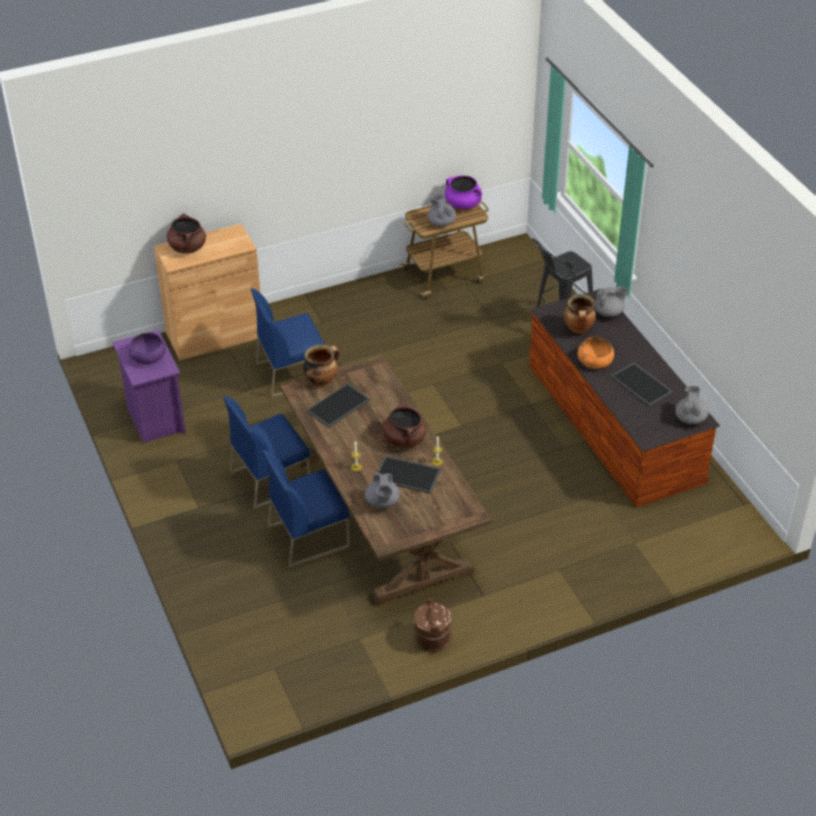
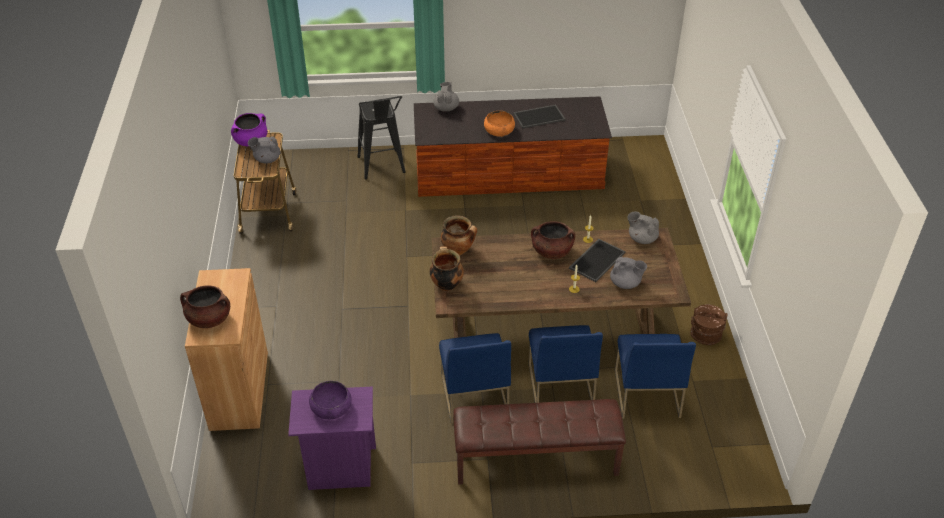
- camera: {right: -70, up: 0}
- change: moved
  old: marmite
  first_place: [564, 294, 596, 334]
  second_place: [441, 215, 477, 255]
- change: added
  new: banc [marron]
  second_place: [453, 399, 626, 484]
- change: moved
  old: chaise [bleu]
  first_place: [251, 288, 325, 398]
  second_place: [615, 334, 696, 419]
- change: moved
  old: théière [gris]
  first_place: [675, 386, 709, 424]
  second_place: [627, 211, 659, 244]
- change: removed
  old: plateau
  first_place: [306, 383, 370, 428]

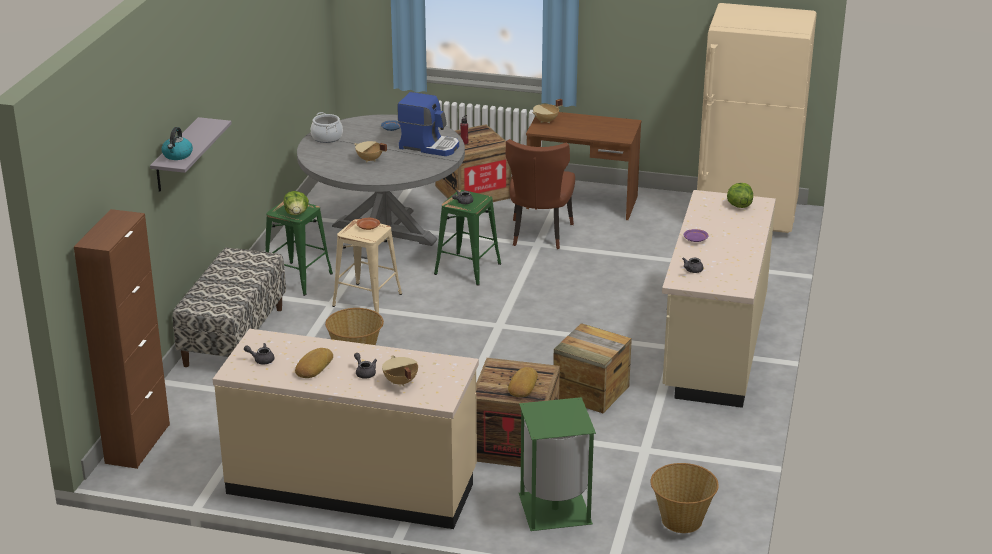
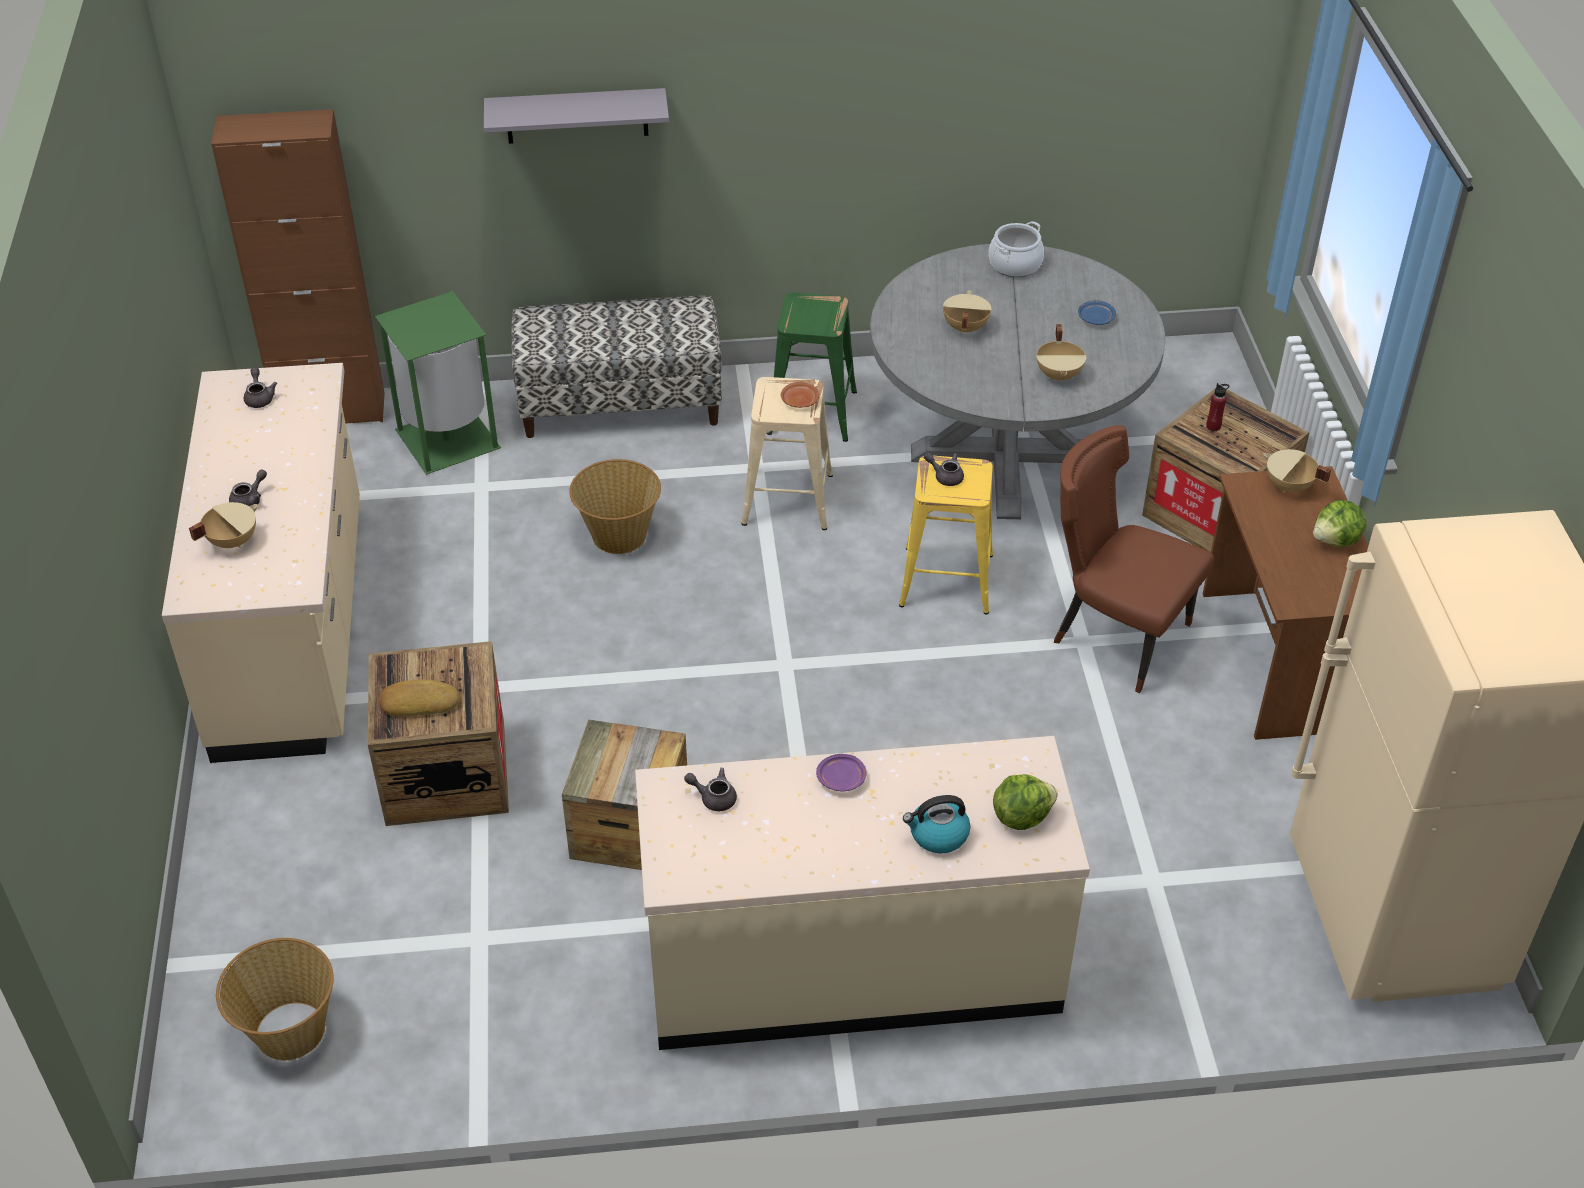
- camera: {right: 70, up: 15}
- change: moved
  old: poubelle [vert]
  first_place: [519, 397, 596, 531]
  second_place: [375, 291, 501, 475]
- change: recoloured
  old: tabouret [vert]
  new: tabouret [jaune]
  first_place: [434, 190, 501, 286]
  second_place: [899, 456, 993, 615]
- change: moved
  old: bouilloire
  first_place: [161, 127, 193, 160]
  second_place: [903, 795, 970, 854]
- change: replaced
  old: machine à café
  new: marmite [beige]
  first_place: [397, 92, 459, 156]
  second_place: [1036, 324, 1086, 383]
- change: turned
  old: chaise [marron]
  first_place: [506, 139, 575, 249]
  second_place: [1054, 425, 1214, 693]
  degrees: 45
- change: moved
  old: laitue
  first_place: [284, 191, 309, 215]
  second_place: [1313, 500, 1367, 547]
- change: removed
  old: pain
  first_place: [295, 348, 333, 378]

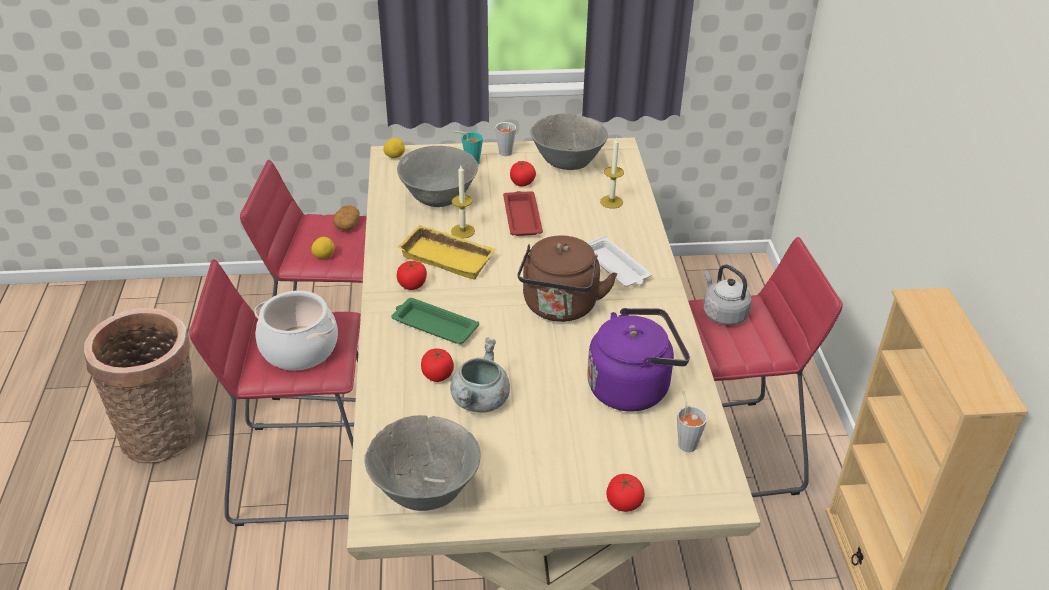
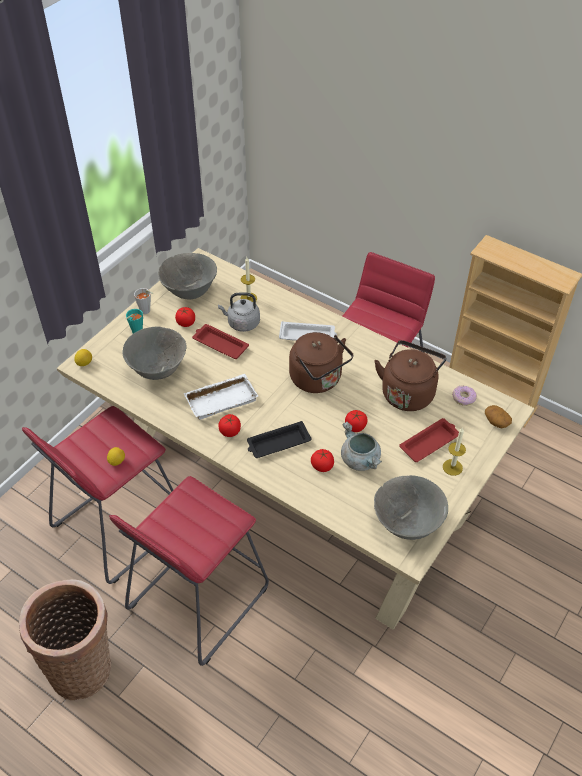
- camera: {right: -50, up: 10}
- change: recoloured
  old: plateau [jaune]
  new: plateau [blanc]
  first_place: [397, 225, 497, 279]
  second_place: [183, 374, 258, 420]
- change: moved
  old: bouilloire [gris]
  first_place: [703, 264, 752, 325]
  second_place: [218, 293, 260, 332]
- change: recoloured
  old: plateau [vert]
  new: plateau [noir]
  first_place: [391, 298, 479, 344]
  second_place: [247, 421, 312, 458]
- change: moved
  old: tomate
  first_place: [606, 474, 645, 512]
  second_place: [345, 410, 368, 432]
- change: recoloured
  old: bouilloire [violet]
  new: bouilloire [marron]
  first_place: [587, 308, 690, 412]
  second_place: [374, 340, 446, 411]
- change: added
  new: plateau [rouge]
  second_place: [399, 418, 459, 462]
- change: moved
  old: bougie
  first_place: [451, 166, 475, 239]
  second_place: [443, 427, 466, 476]
- change: replaced
  old: tasse [gris]
  new: beignet
  first_place: [677, 390, 707, 452]
  second_place: [452, 386, 477, 406]
- change: moved
  old: pomme de terre
  first_place: [333, 205, 360, 230]
  second_place: [485, 405, 512, 428]
- change: removed
  old: marmite
  first_place: [254, 290, 338, 371]

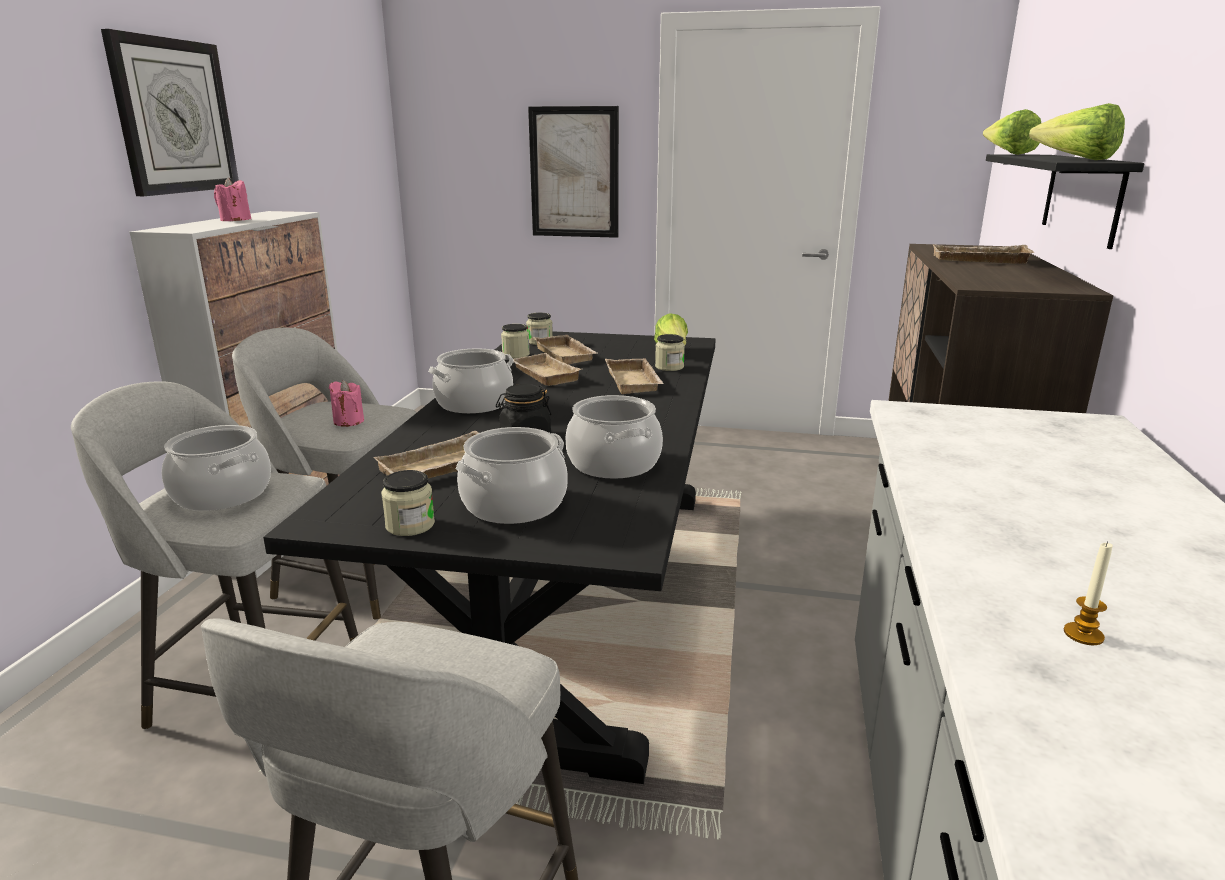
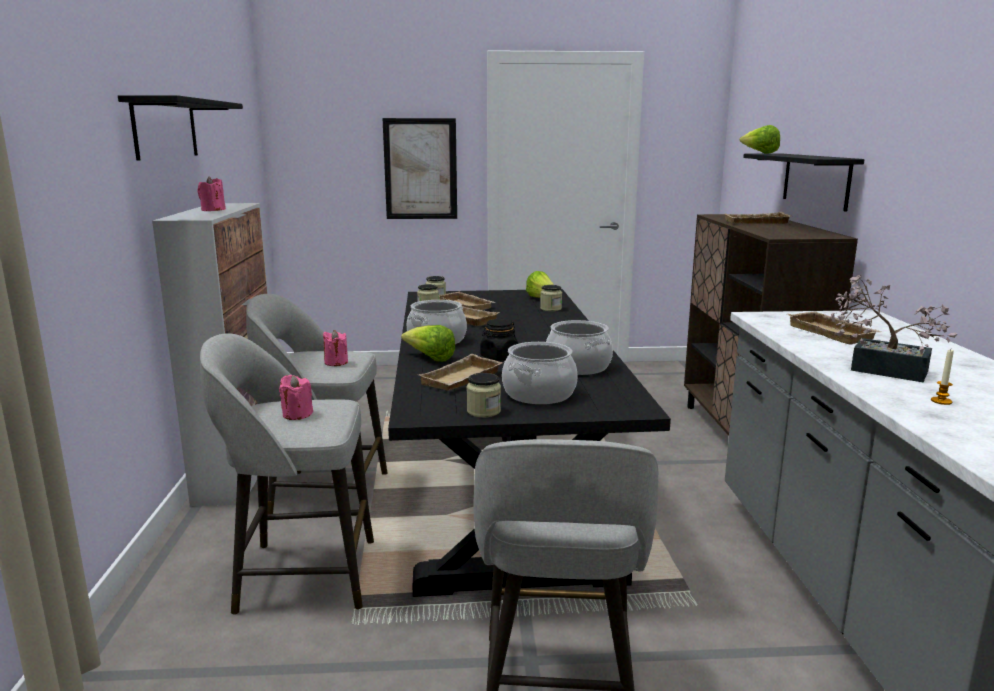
- camera: {right: -15, up: -5}
- change: replaced
  old: horloge murale
  new: étagère [noir]
  first_place: [101, 29, 239, 196]
  second_place: [118, 95, 243, 161]
- change: replaced
  old: marmite
  new: bougie [rose]
  first_place: [162, 425, 271, 511]
  second_place: [279, 375, 313, 420]
- change: moved
  old: laitue
  first_place: [1029, 103, 1125, 160]
  second_place: [401, 325, 455, 362]
- change: moved
  old: plateau [beige]
  first_place: [605, 358, 664, 394]
  second_place: [787, 311, 881, 345]
- change: added
  new: plante en pot
  second_place: [831, 275, 958, 382]

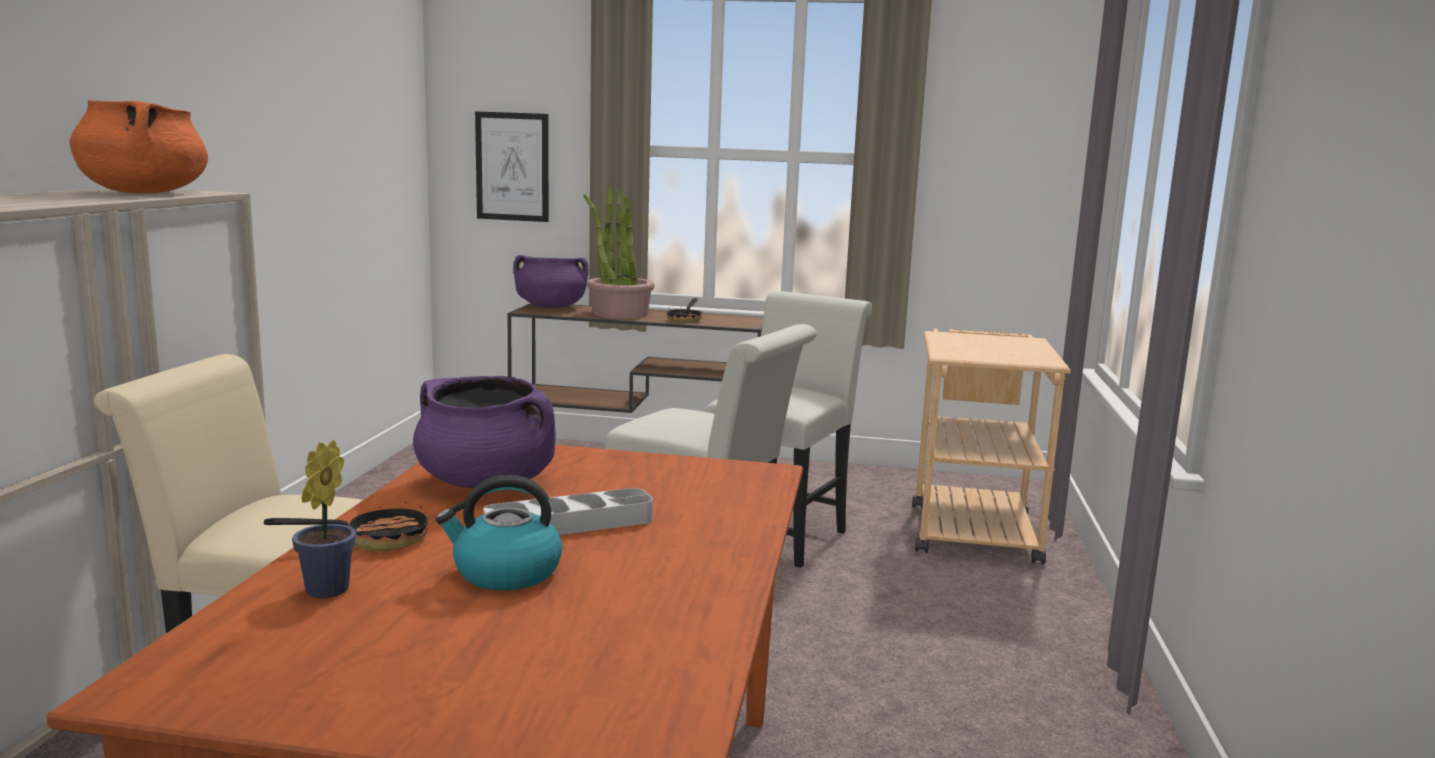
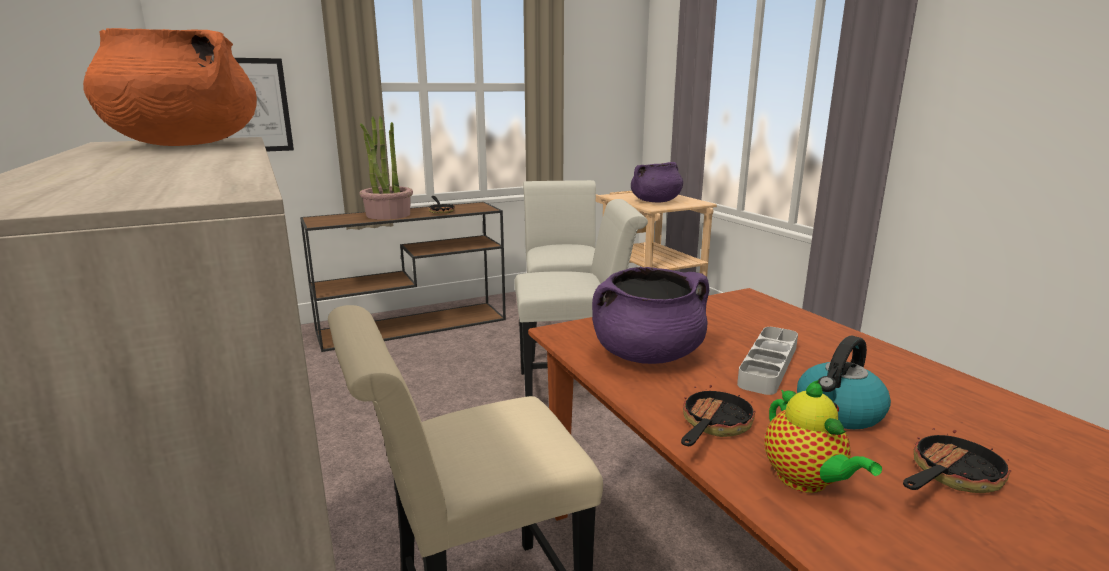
- camera: {right: -35, up: 5}
- change: moved
  old: marmite [violet]
  first_place: [513, 255, 588, 308]
  second_place: [631, 162, 683, 202]
- change: replaced
  old: plante en pot
  new: théière
  first_place: [292, 440, 356, 598]
  second_place: [764, 380, 882, 493]
- change: added
  new: poêle
  second_place: [903, 428, 1011, 493]

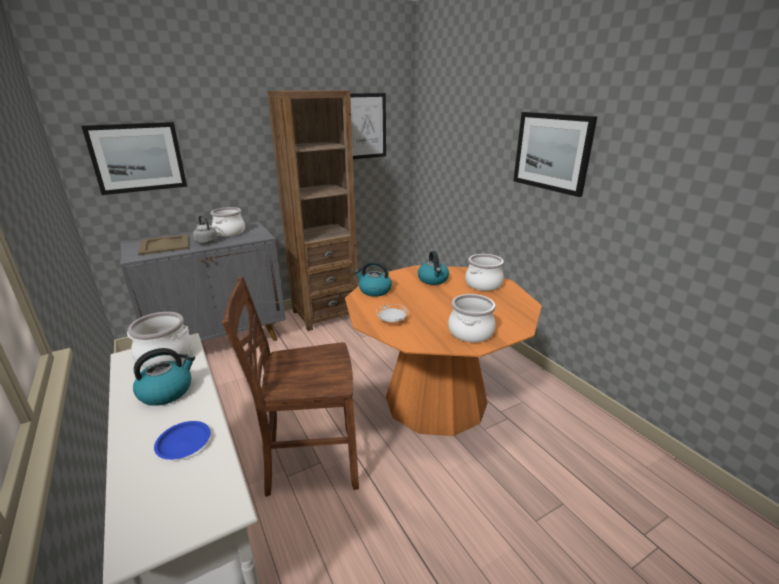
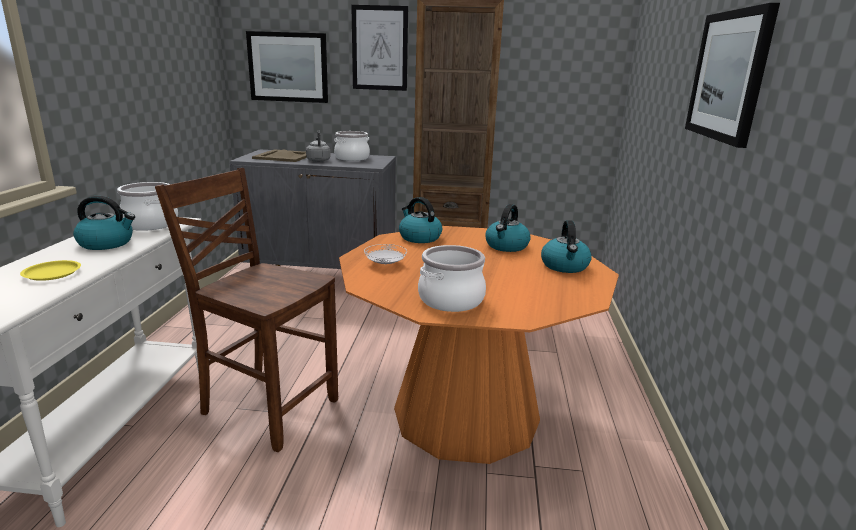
- camera: {right: 35, up: -5}
- change: recoloured
  old: assiette [bleu]
  new: assiette [jaune]
  first_place: [154, 421, 211, 460]
  second_place: [20, 260, 81, 281]
- change: moved
  old: tableau
  first_place: [350, 93, 386, 159]
  second_place: [351, 5, 408, 91]
- change: replaced
  old: marmite
  new: bouilloire
  first_place: [465, 254, 504, 291]
  second_place: [541, 220, 592, 273]

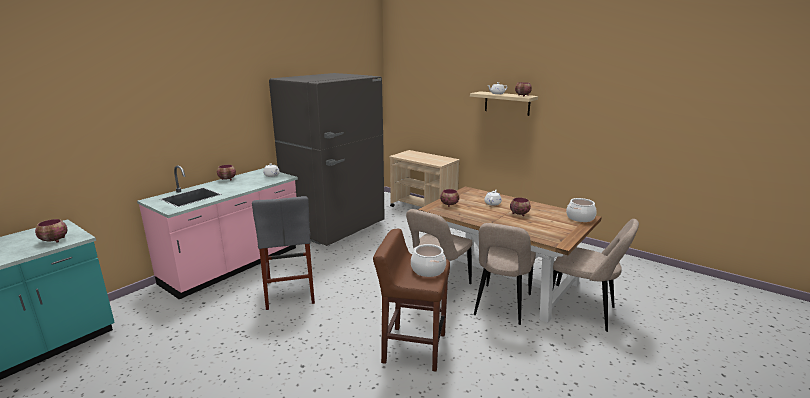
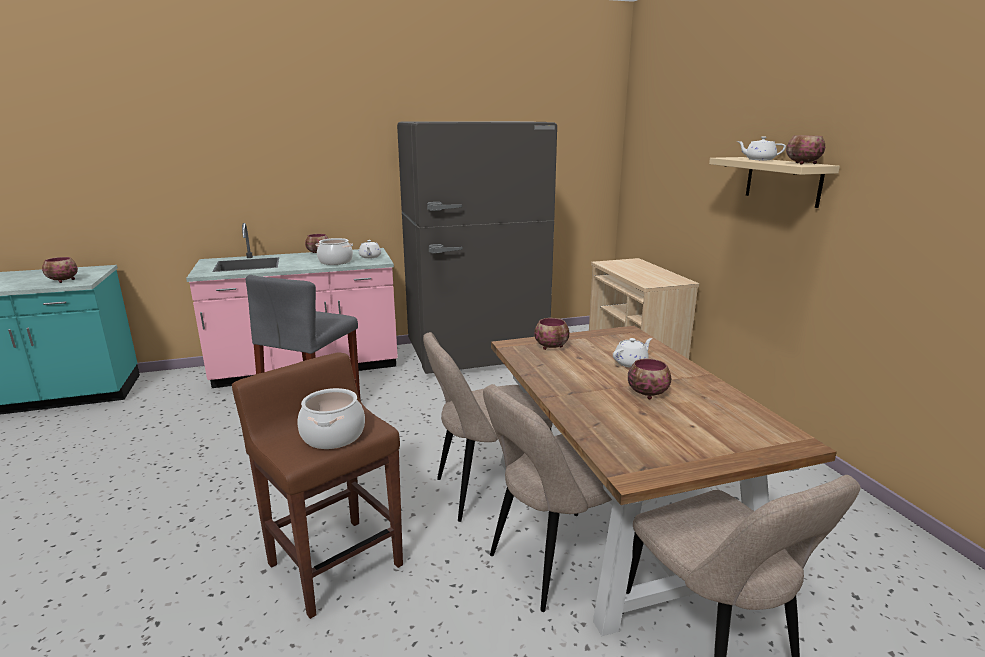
- camera: {right: 35, up: 0}
- change: moved
  old: marmite
  first_place: [566, 198, 596, 222]
  second_place: [315, 238, 353, 265]

